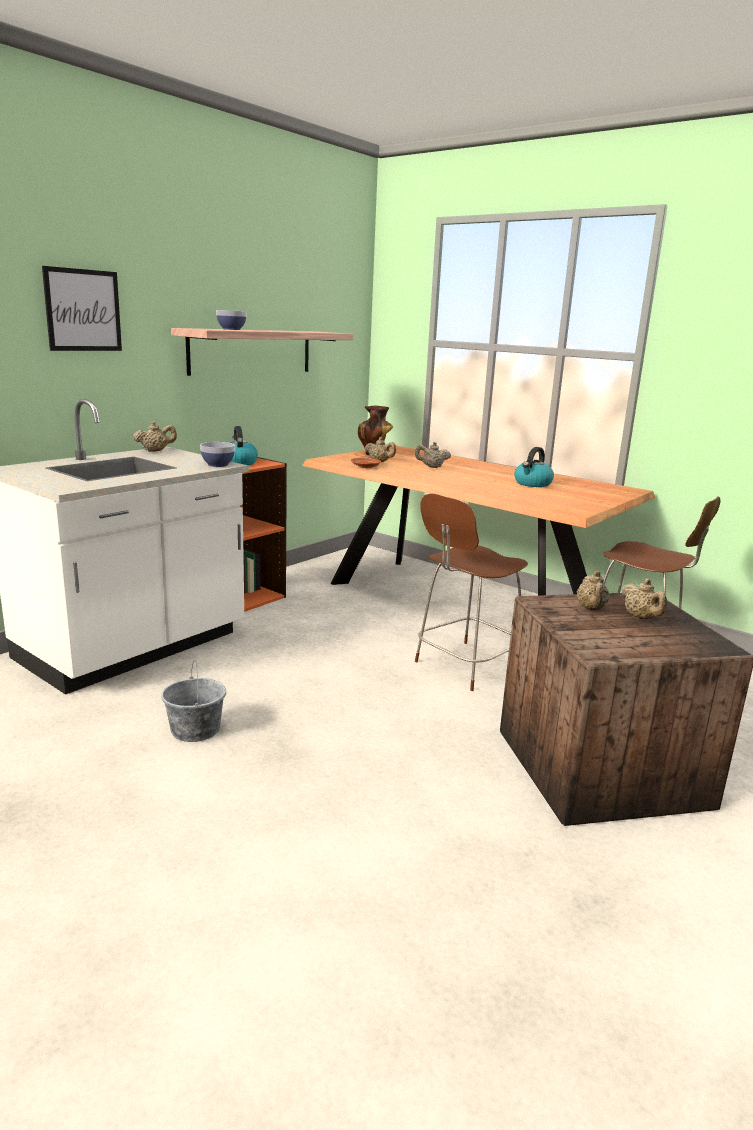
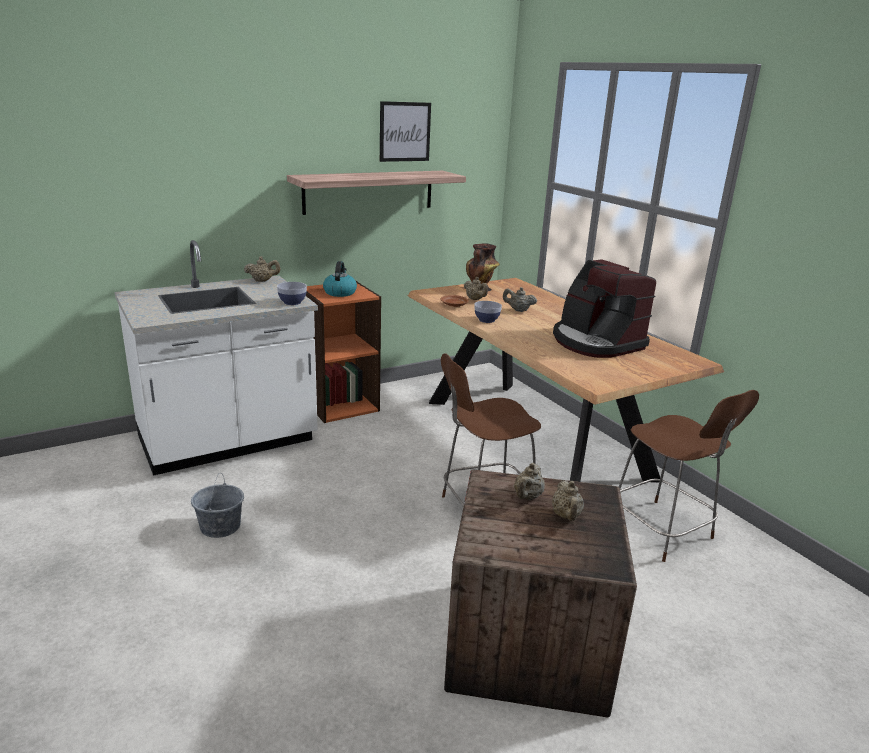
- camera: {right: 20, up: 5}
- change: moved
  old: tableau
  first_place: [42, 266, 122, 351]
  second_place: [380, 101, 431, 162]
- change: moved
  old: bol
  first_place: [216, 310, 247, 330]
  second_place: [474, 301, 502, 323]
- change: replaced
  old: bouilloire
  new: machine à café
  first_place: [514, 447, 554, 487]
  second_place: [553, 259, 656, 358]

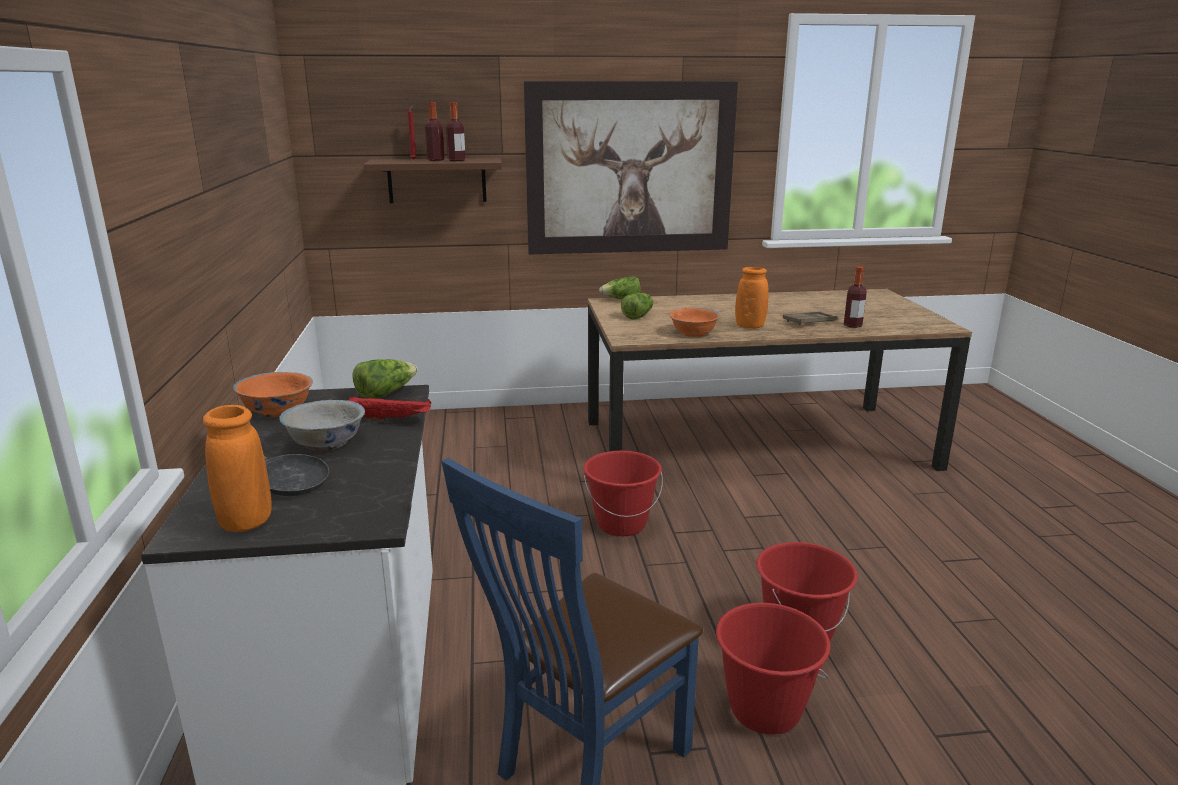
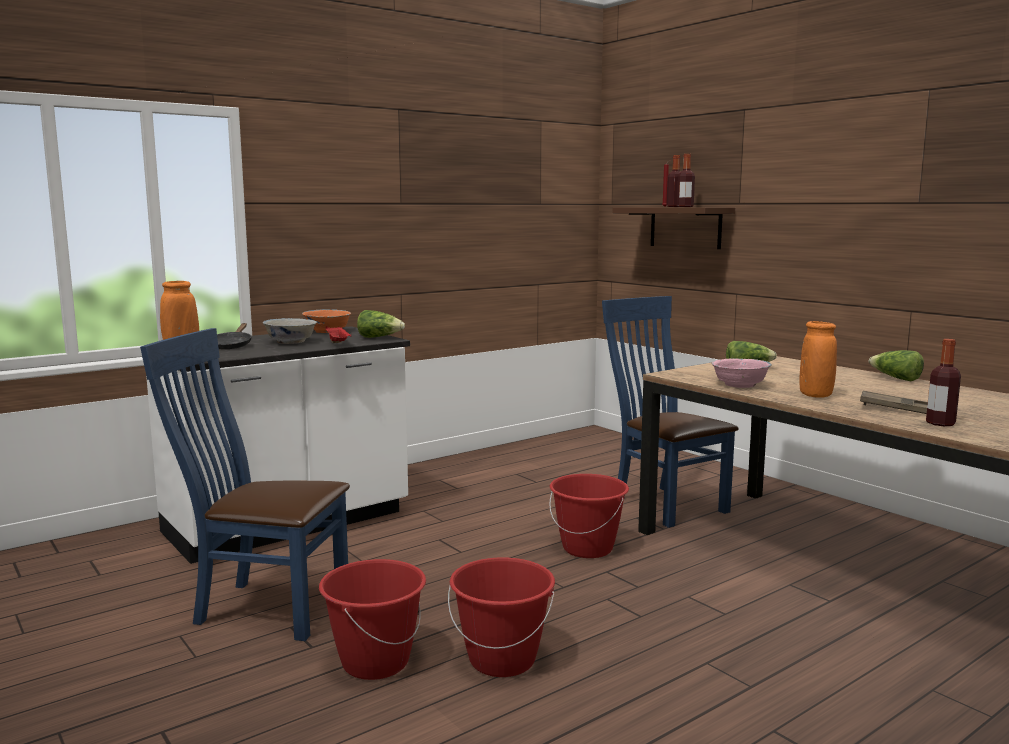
- camera: {right: 60, up: -10}
- change: added
  new: chaise [bleu]
  second_place: [602, 296, 739, 528]
- change: recoloured
  old: bol [orange]
  new: bol [rose]
  first_place: [669, 307, 720, 337]
  second_place: [711, 358, 772, 388]
- change: moved
  old: laitue
  first_place: [599, 277, 641, 299]
  second_place: [869, 350, 924, 381]
- change: removed
  old: tableau
  first_place: [524, 81, 738, 254]

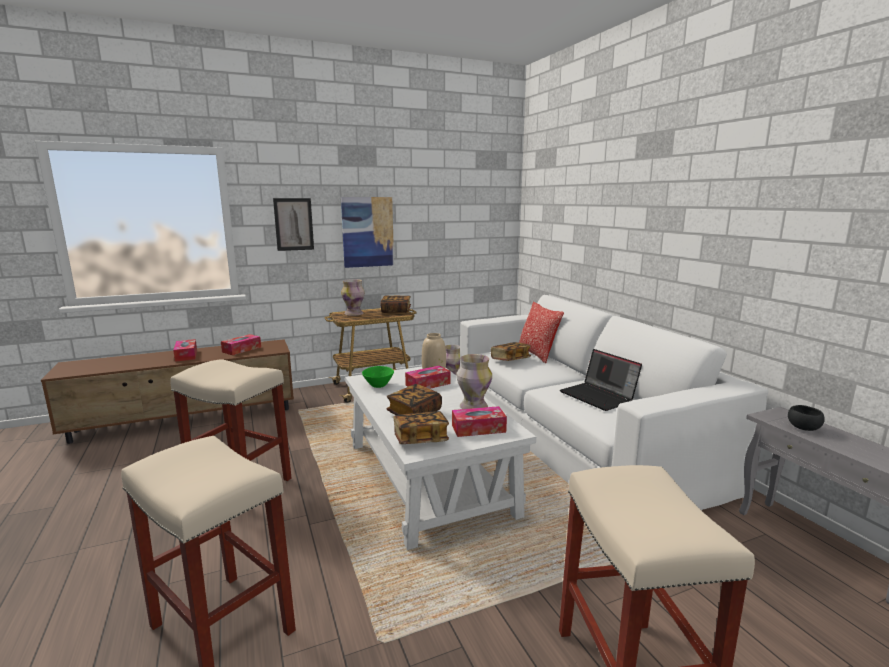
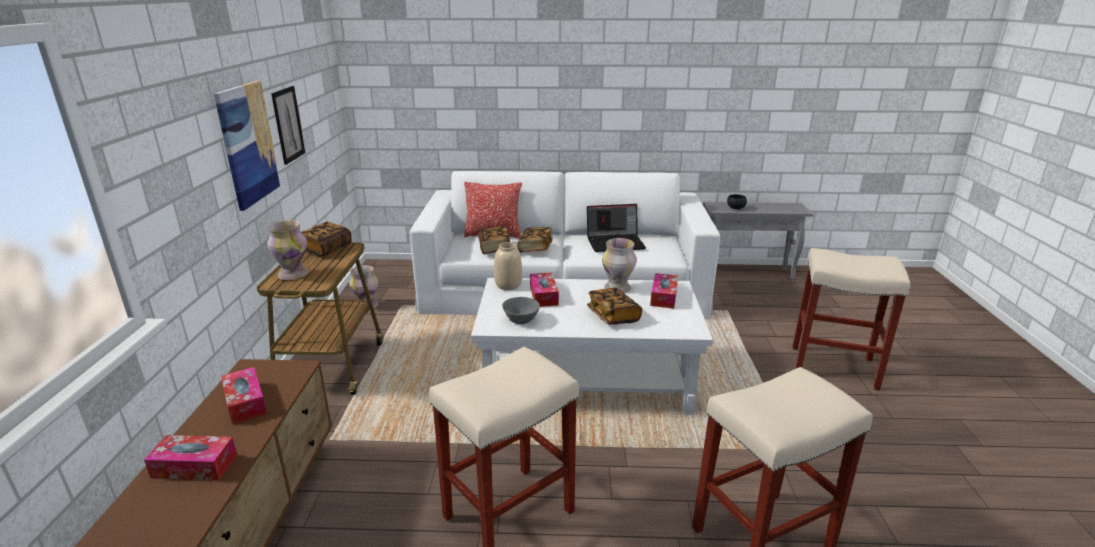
- camera: {right: -65, up: 10}
- change: moved
  old: tableau
  first_place: [273, 198, 314, 251]
  second_place: [271, 86, 305, 165]
- change: recoloured
  old: bol [vert]
  new: bol [gris]
  first_place: [362, 366, 394, 388]
  second_place: [502, 297, 540, 324]
- change: moved
  old: livre
  first_place: [393, 411, 449, 444]
  second_place: [517, 227, 553, 252]

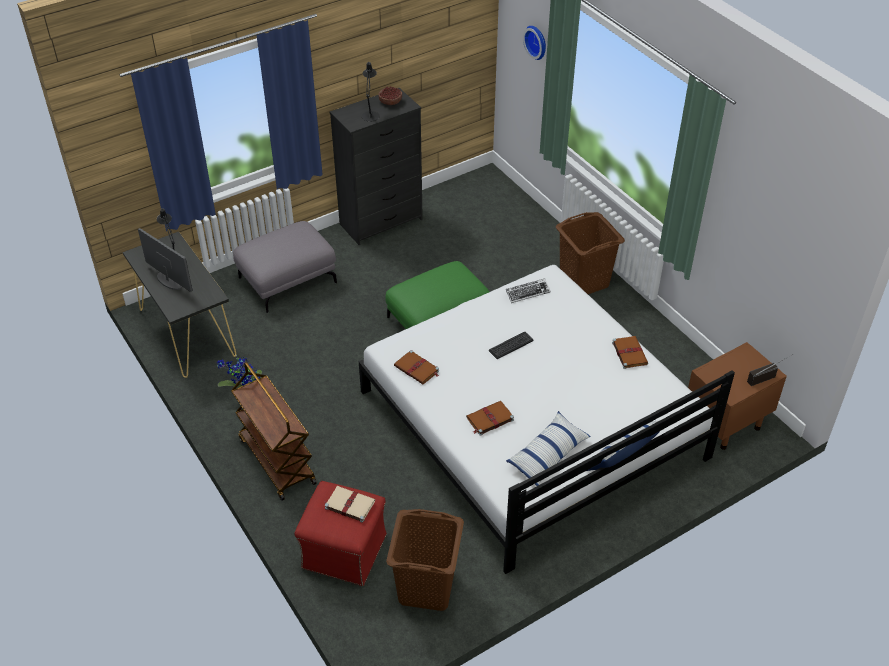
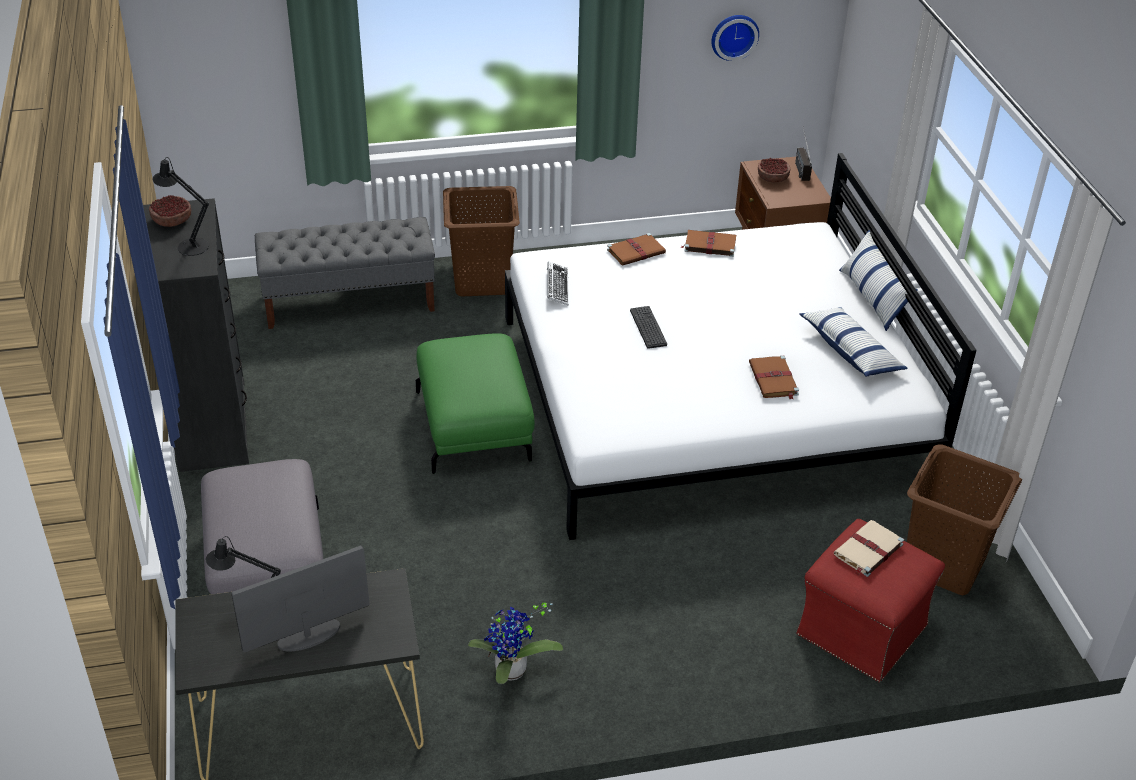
- camera: {right: -70, up: -5}
- change: added
  new: banc [gris]
  second_place: [255, 217, 435, 329]
- change: moved
  old: livre [marron]
  first_place: [394, 350, 439, 384]
  second_place: [607, 233, 666, 266]
- change: moved
  old: horloge murale
  first_place: [523, 26, 546, 60]
  second_place: [712, 15, 759, 61]
- change: added
  new: bol
  second_place: [758, 158, 790, 182]
- change: removed
  old: chariot [marron]
  first_place: [231, 362, 317, 501]

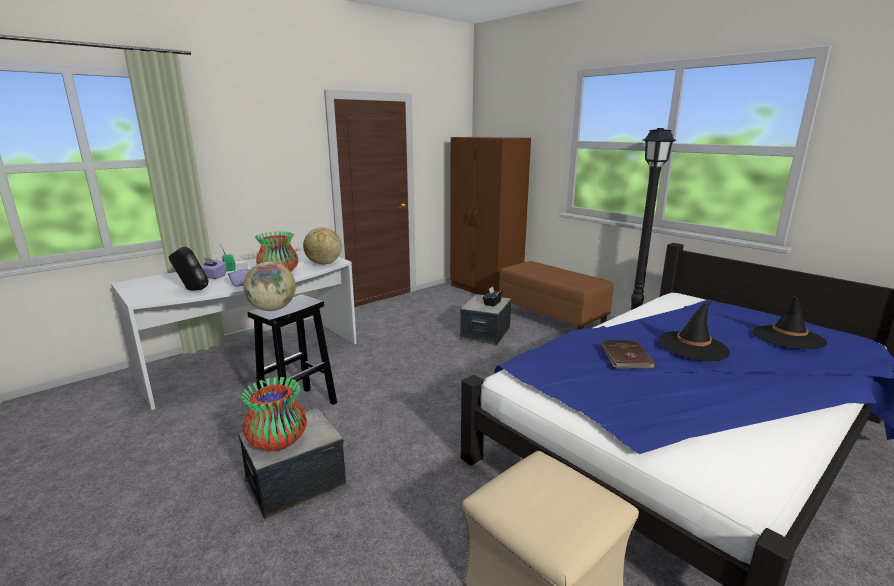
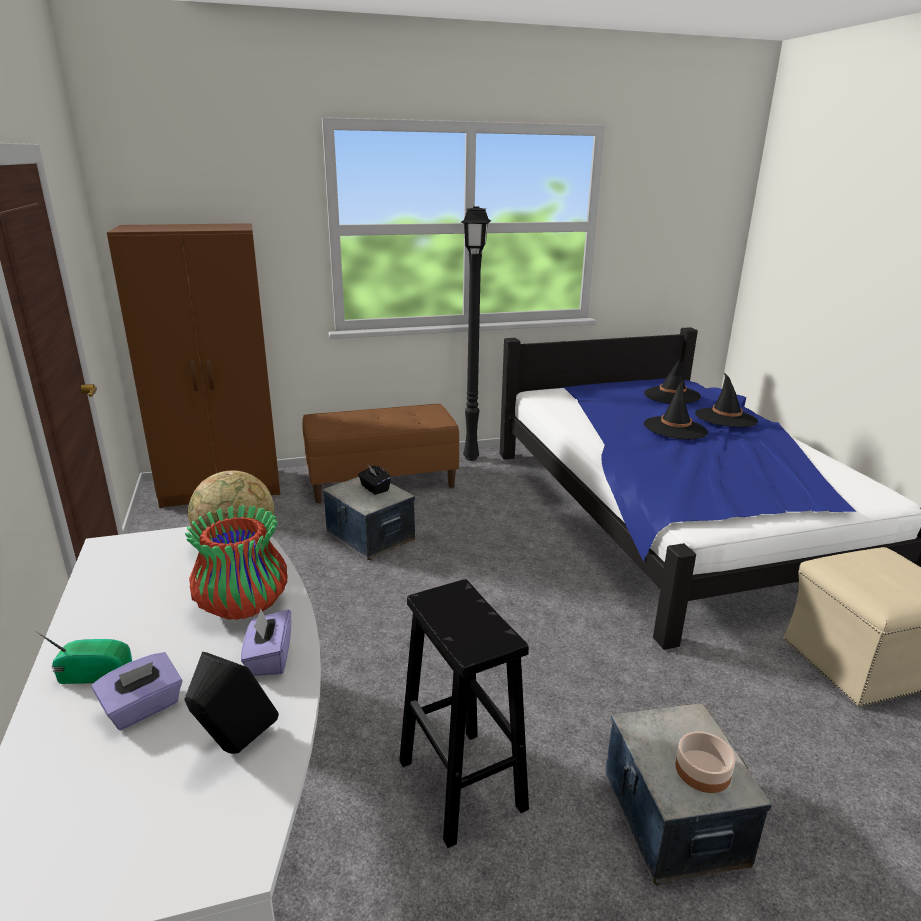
- camera: {right: -65, up: 5}
- change: replaced
  old: vase
  new: bol
  first_place: [241, 377, 307, 452]
  second_place: [675, 731, 736, 793]
- change: added
  new: chapeau [noir]
  second_place: [695, 373, 758, 427]
- change: removed
  old: globe
  first_place: [243, 262, 296, 311]
- change: removed
  old: livre [marron]
  first_place: [600, 340, 656, 369]

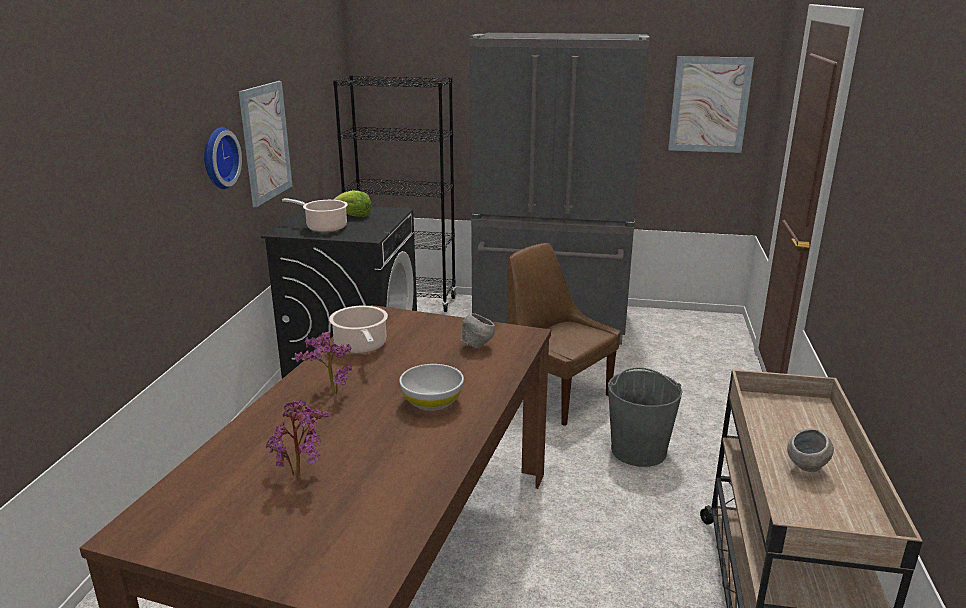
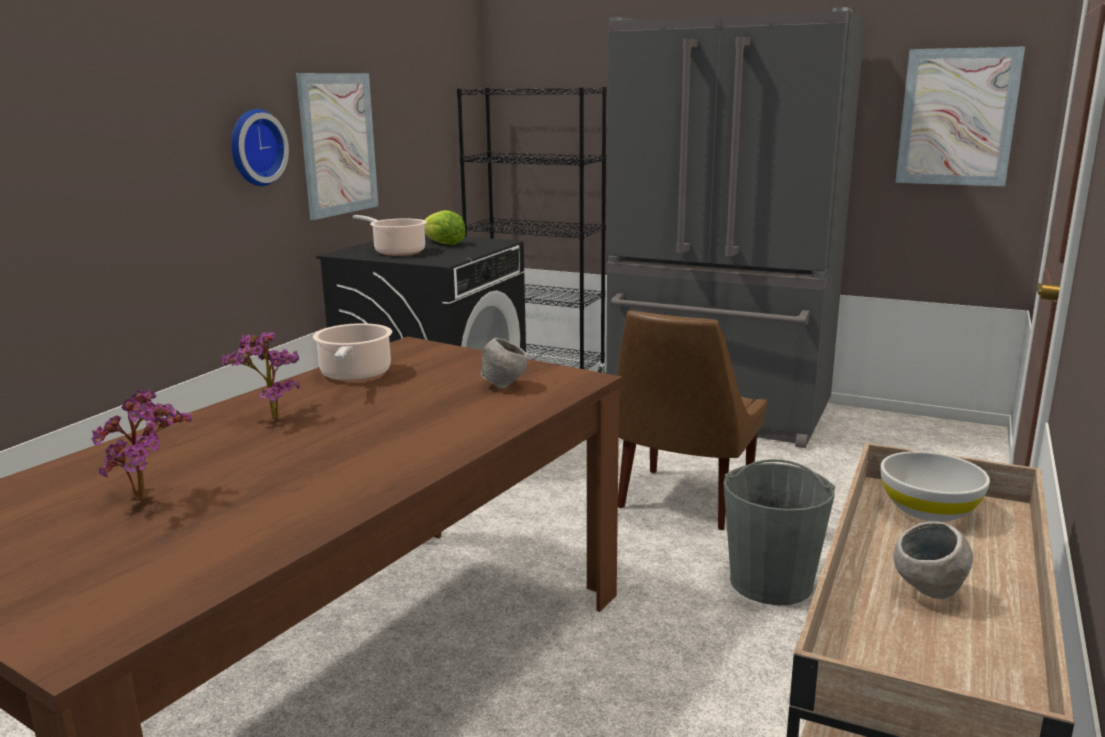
- camera: {right: 15, up: -5}
- change: turned
  old: chaise [marron]
  first_place: [507, 243, 621, 426]
  second_place: [617, 310, 767, 530]
  degrees: -120
- change: moved
  old: bol [blanc]
  first_place: [399, 364, 464, 411]
  second_place: [880, 451, 990, 522]

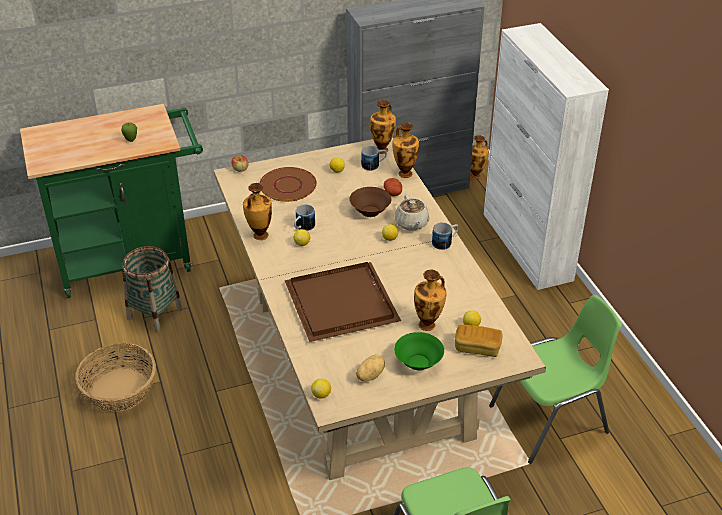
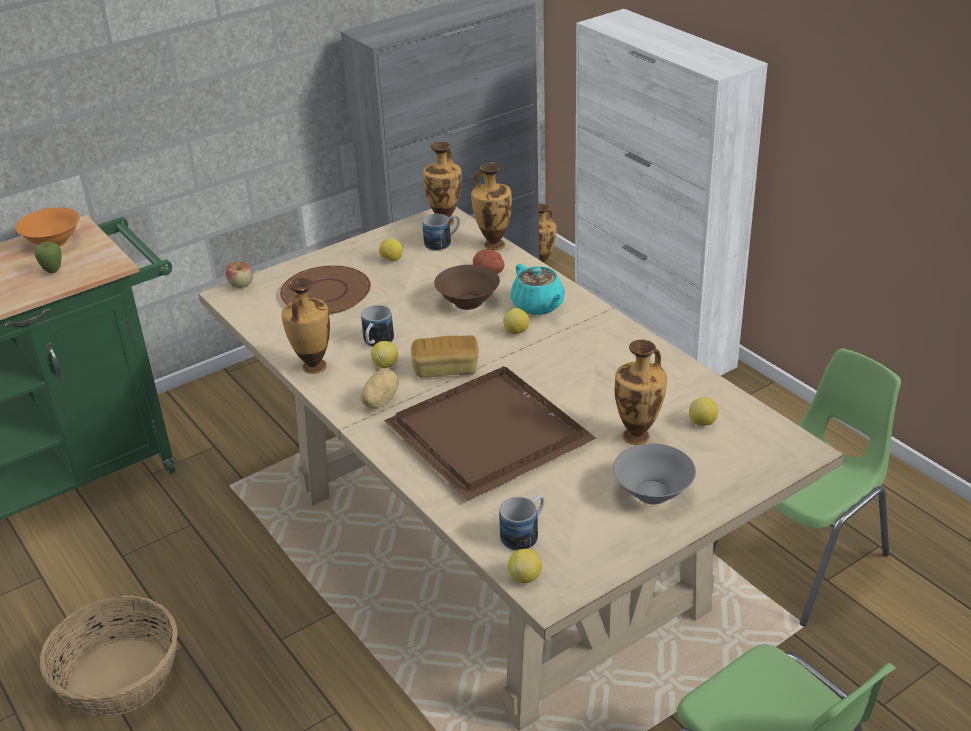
- camera: {right: -15, up: -5}
- change: added
  new: bol [orange]
  second_place: [15, 207, 80, 247]
- change: moved
  old: pomme de terre
  first_place: [356, 354, 385, 382]
  second_place: [360, 369, 399, 408]
- change: moved
  old: pain
  first_place: [455, 324, 503, 357]
  second_place: [411, 335, 479, 378]
- change: moved
  old: mug
  first_place: [432, 222, 459, 250]
  second_place: [499, 495, 545, 551]
- change: recoloured
  old: théière [beige]
  new: théière [turquoise]
  first_place: [395, 194, 429, 230]
  second_place: [510, 264, 565, 315]
- change: recoloured
  old: bol [vert]
  new: bol [gris]
  first_place: [394, 332, 444, 371]
  second_place: [613, 443, 696, 504]
- change: removed
  old: panier
  first_place: [122, 246, 183, 333]

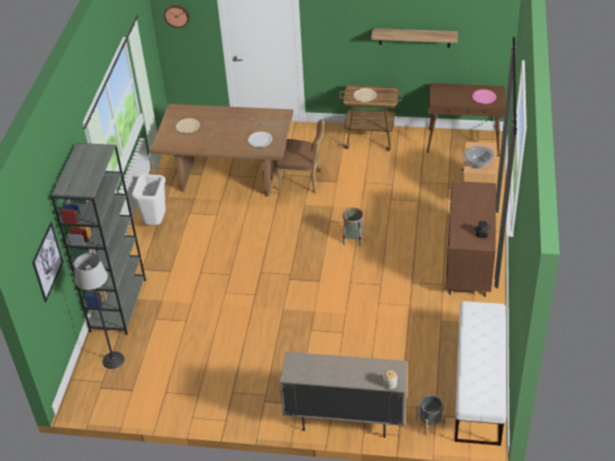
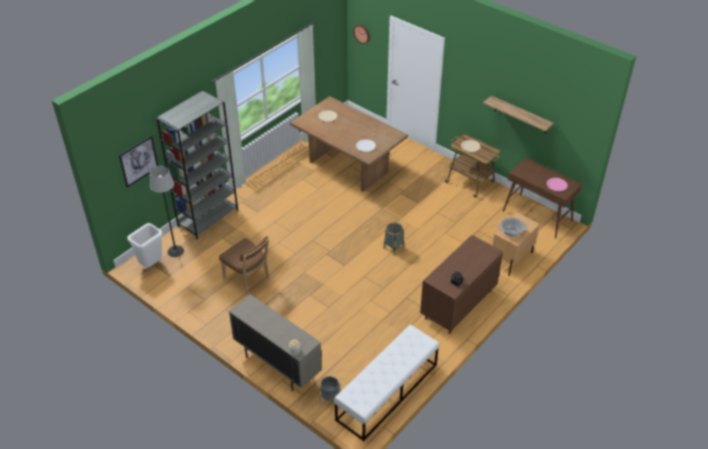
- camera: {right: 30, up: 0}
- change: moved
  old: poubelle [blanc]
  first_place: [132, 174, 166, 225]
  second_place: [127, 223, 162, 268]
- change: moved
  old: chaise [marron]
  first_place: [276, 119, 324, 193]
  second_place: [219, 236, 269, 295]

